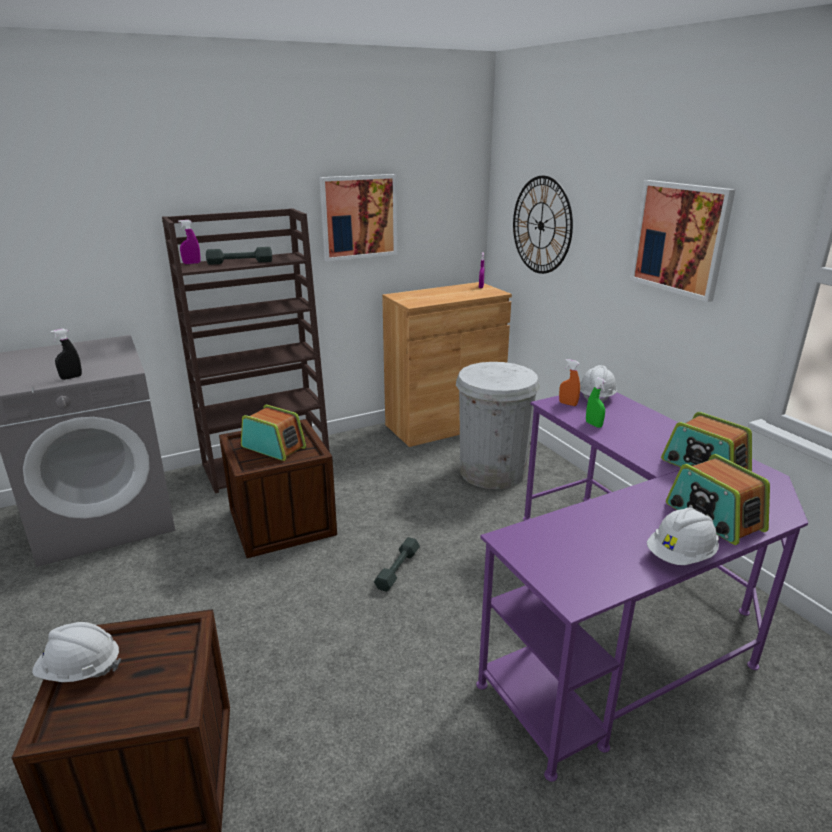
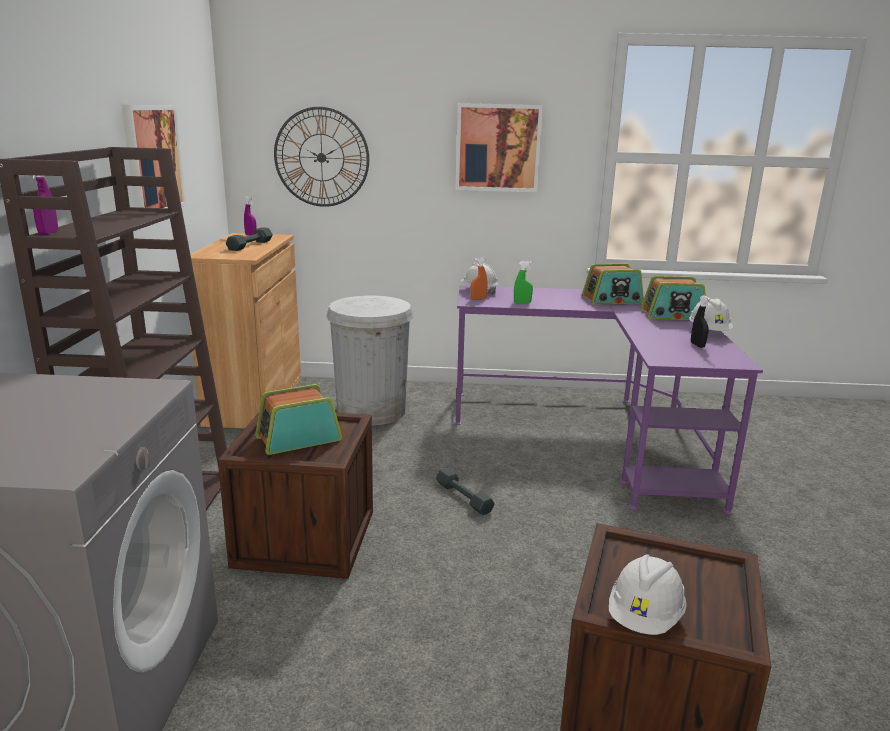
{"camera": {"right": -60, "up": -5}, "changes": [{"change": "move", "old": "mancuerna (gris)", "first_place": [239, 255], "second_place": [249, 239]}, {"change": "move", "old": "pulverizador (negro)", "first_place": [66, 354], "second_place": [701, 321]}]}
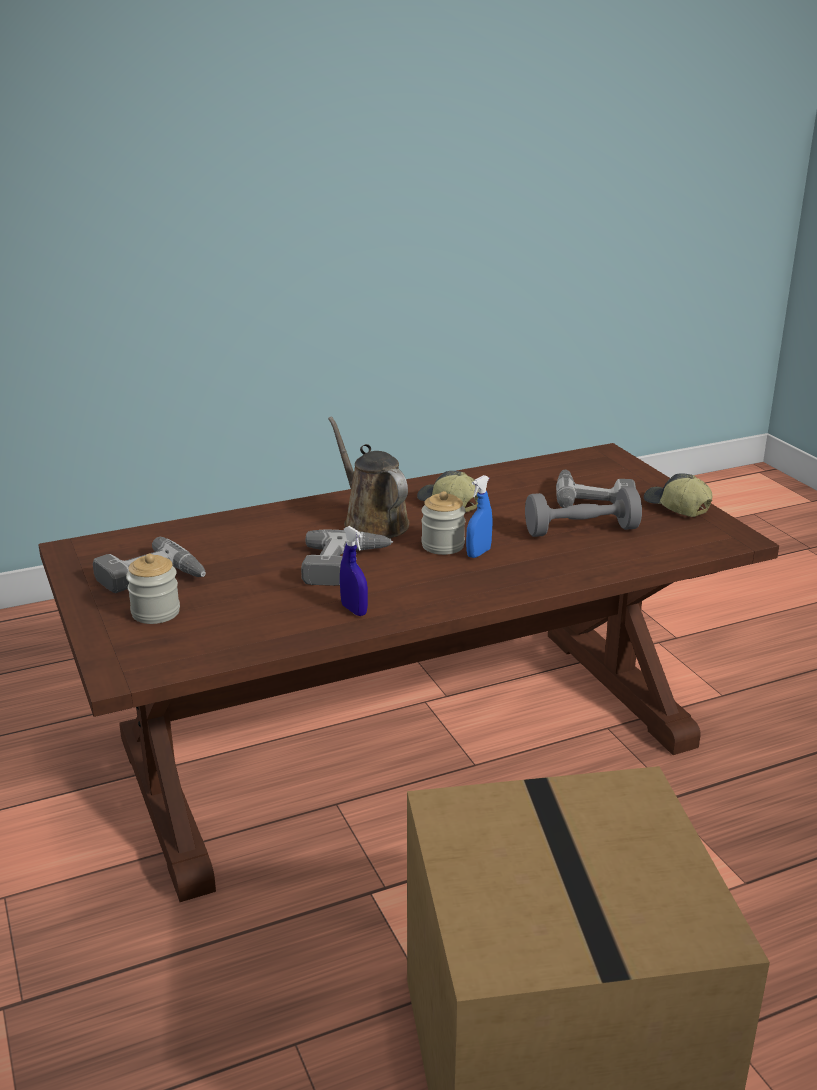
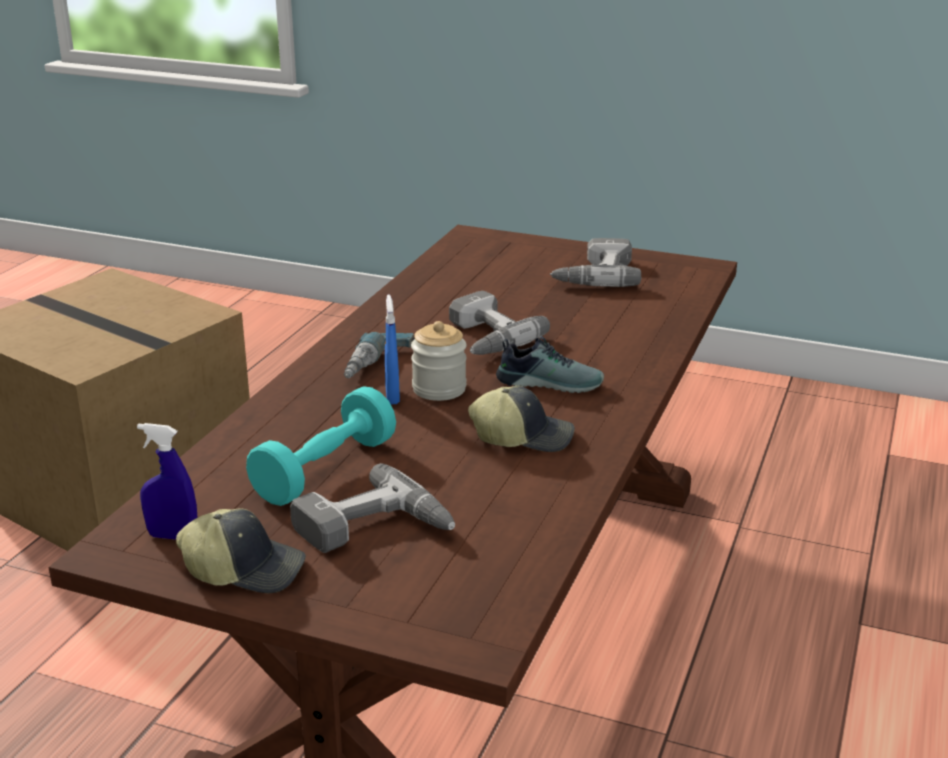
{"camera": {"right": 135, "up": 0}, "changes": [{"change": "move", "old": "pulverizador (azul)", "first_place": [354, 571], "second_place": [167, 481]}, {"change": "recolor", "old": "mancuerna (gris)", "new": "mancuerna (turquesa)", "first_place": [583, 512], "second_place": [321, 446]}, {"change": "insert", "new": "taladro", "second_place": [379, 355]}, {"change": "replace", "old": "regadera (marrón)", "new": "zapato", "first_place": [368, 477], "second_place": [550, 364]}, {"change": "delete", "old": "tarro", "first_place": [153, 589]}]}
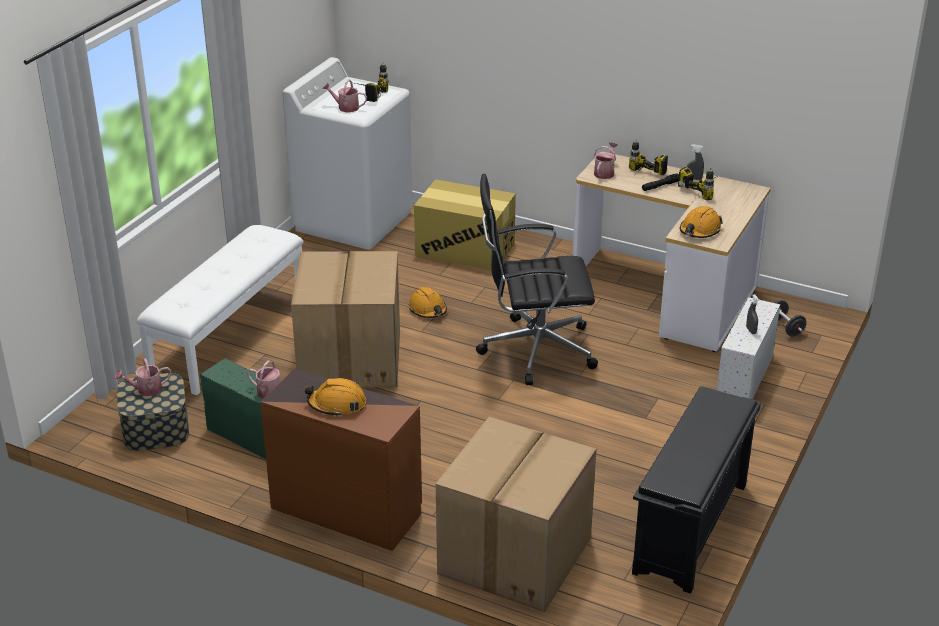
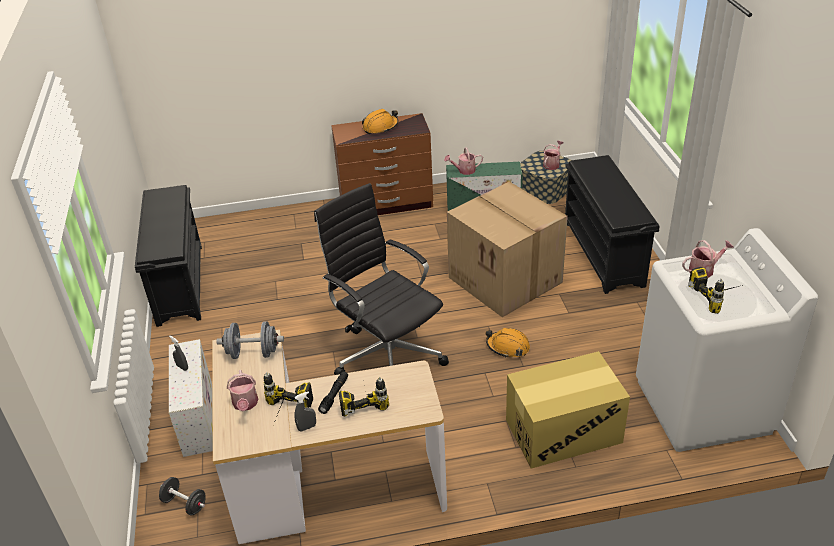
{"camera": {"right": 145, "up": 5}, "changes": [{"change": "replace", "old": "casco (naranja)", "new": "mancuerna (gris)", "first_place": [701, 222], "second_place": [250, 340]}, {"change": "move", "old": "regadera", "first_place": [606, 160], "second_place": [242, 390]}, {"change": "rotate", "old": "silla de oficina (negro)", "first_place": [537, 279], "second_place": [381, 279], "degrees": -90}, {"change": "replace", "old": "banco (blanco)", "new": "zapatero (negro)", "first_place": [220, 310], "second_place": [612, 224]}, {"change": "delete", "old": "caja de cartón", "first_place": [516, 514]}]}
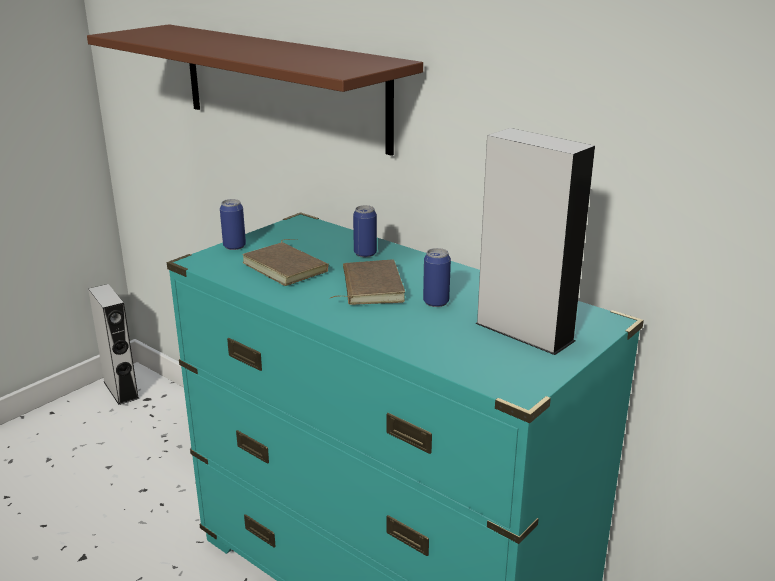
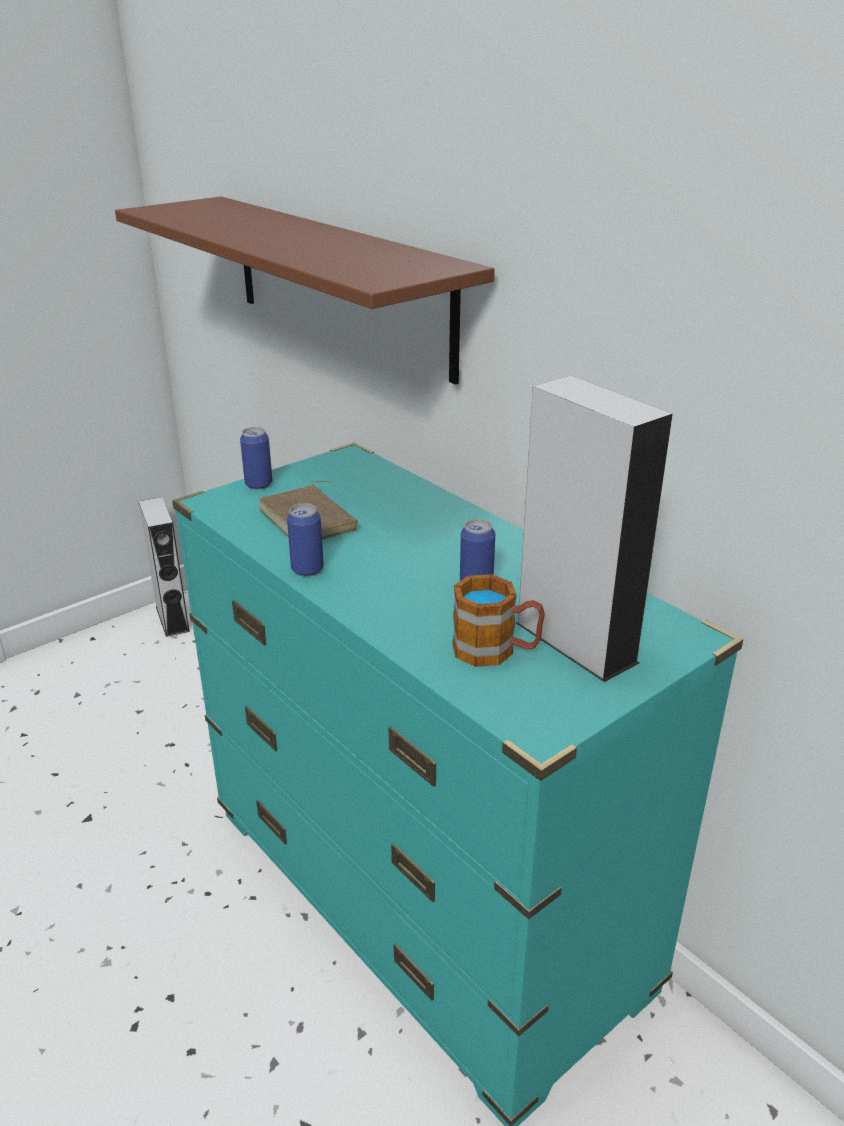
{"camera": {"right": 10, "up": 5}, "changes": [{"change": "move", "old": "lata", "first_place": [365, 231], "second_place": [305, 539]}, {"change": "insert", "new": "taza grande", "second_place": [498, 620]}, {"change": "delete", "old": "libro (marrón)", "first_place": [368, 282]}]}
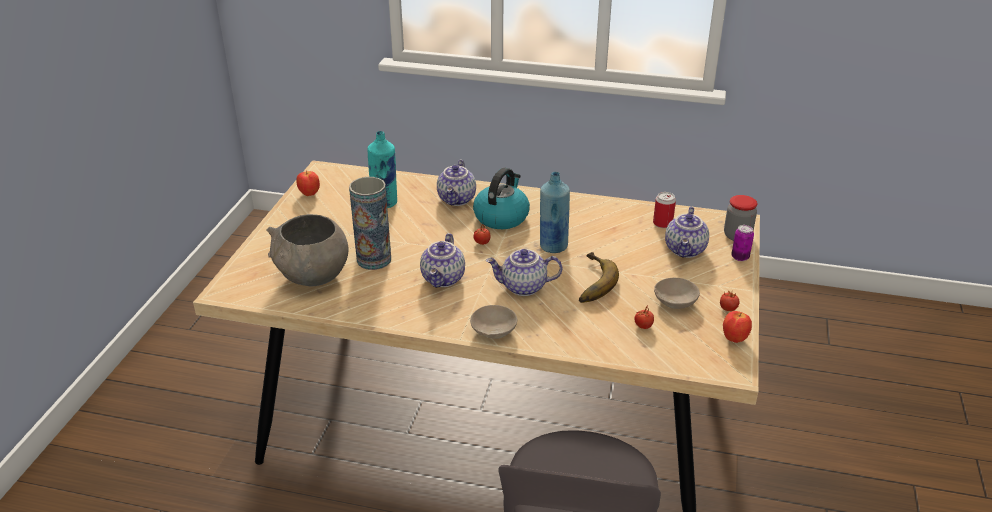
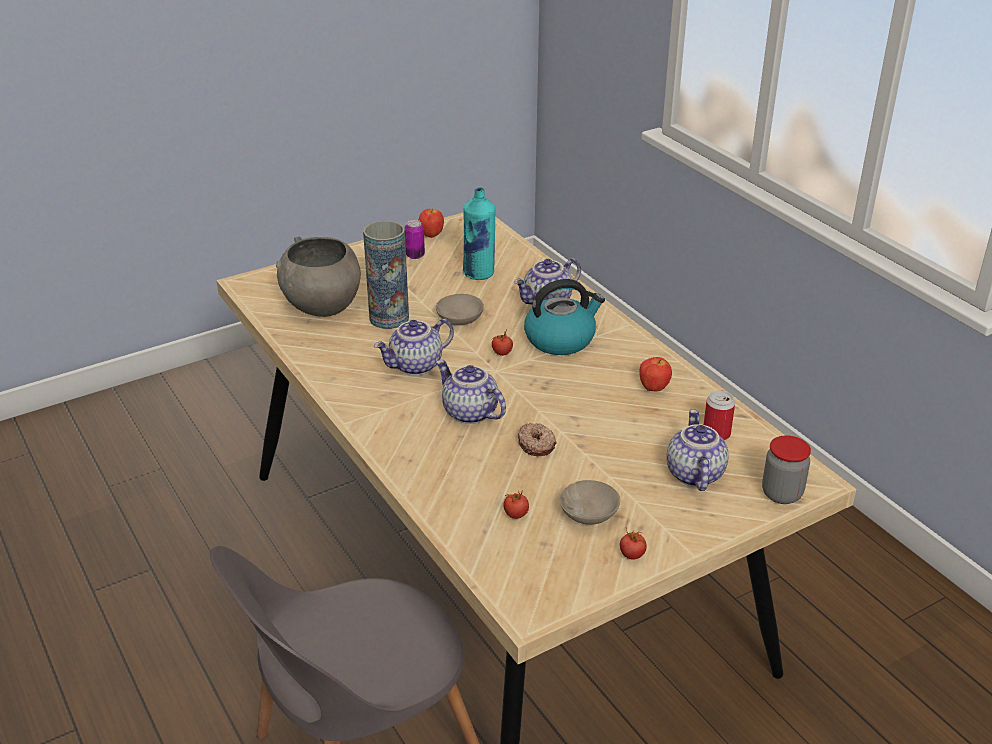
{"camera": {"right": 45, "up": 0}, "changes": [{"change": "move", "old": "lata", "first_place": [742, 243], "second_place": [415, 239]}, {"change": "move", "old": "cuenco (beis)", "first_place": [493, 322], "second_place": [460, 309]}, {"change": "replace", "old": "plátano", "new": "rosquilla", "first_place": [599, 277], "second_place": [537, 439]}, {"change": "move", "old": "manzana", "first_place": [737, 327], "second_place": [655, 374]}, {"change": "rotate", "old": "tetera", "first_place": [687, 232], "second_place": [698, 450], "degrees": 120}, {"change": "delete", "old": "botella (azul)", "first_place": [555, 212]}]}
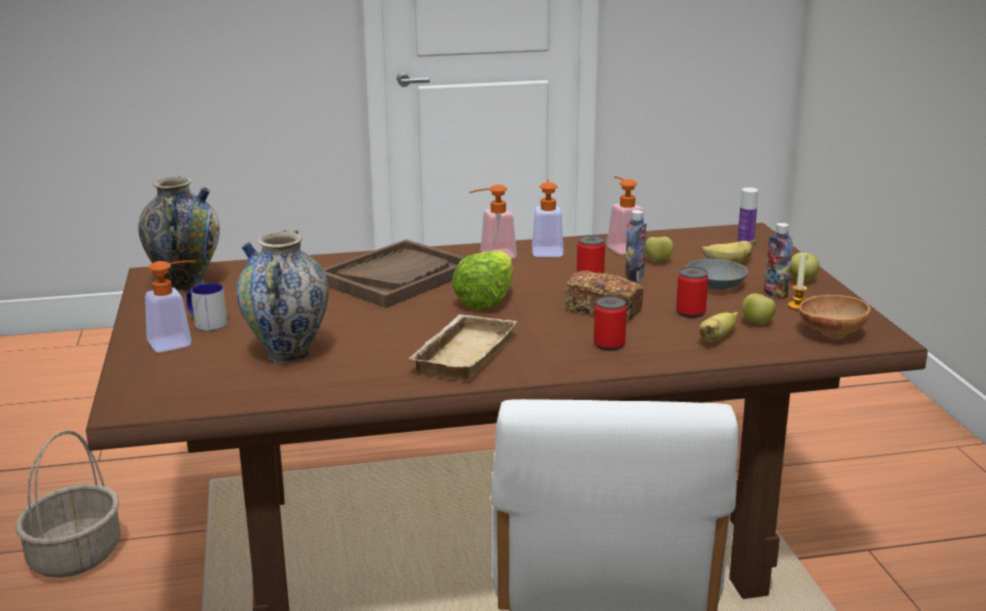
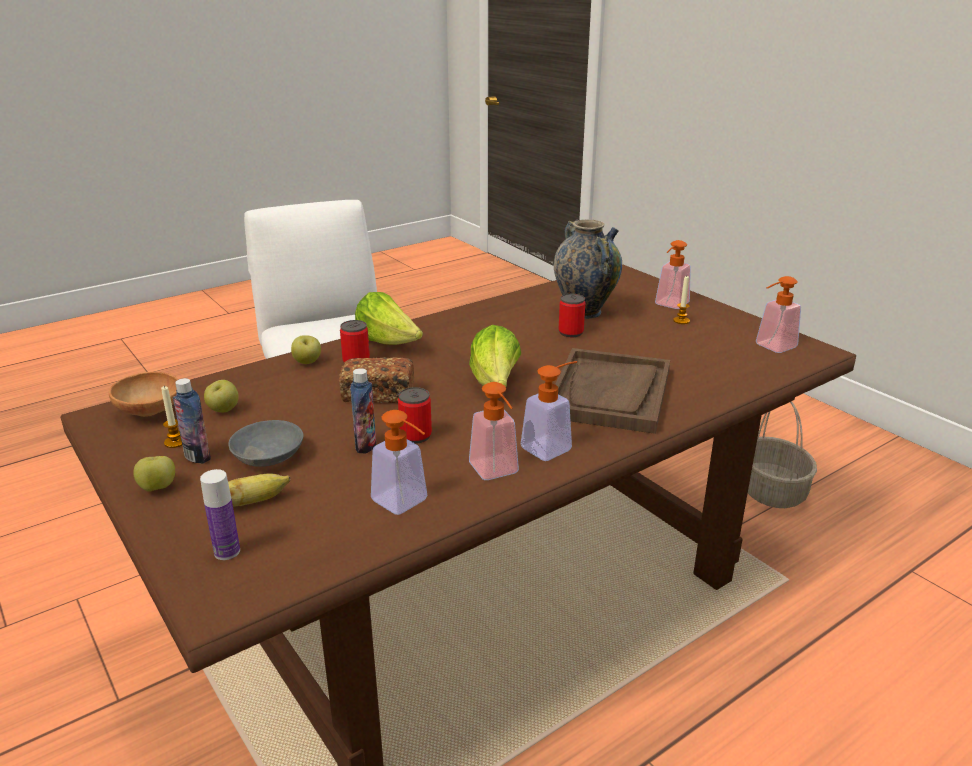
{"camera": {"right": 155, "up": 5}, "changes": [{"change": "move", "old": "manzana", "first_place": [659, 249], "second_place": [306, 349]}, {"change": "insert", "new": "lechuga", "second_place": [389, 318]}, {"change": "move", "old": "lata", "first_place": [692, 292], "second_place": [572, 315]}, {"change": "replace", "old": "taza grande", "new": "vela", "first_place": [206, 307], "second_place": [681, 300]}, {"change": "replace", "old": "florero", "new": "dispensador de jabón", "first_place": [179, 233], "second_place": [778, 314]}, {"change": "delete", "old": "bandeja (beis)", "first_place": [462, 347]}, {"change": "delete", "old": "plátano", "first_place": [718, 327]}]}
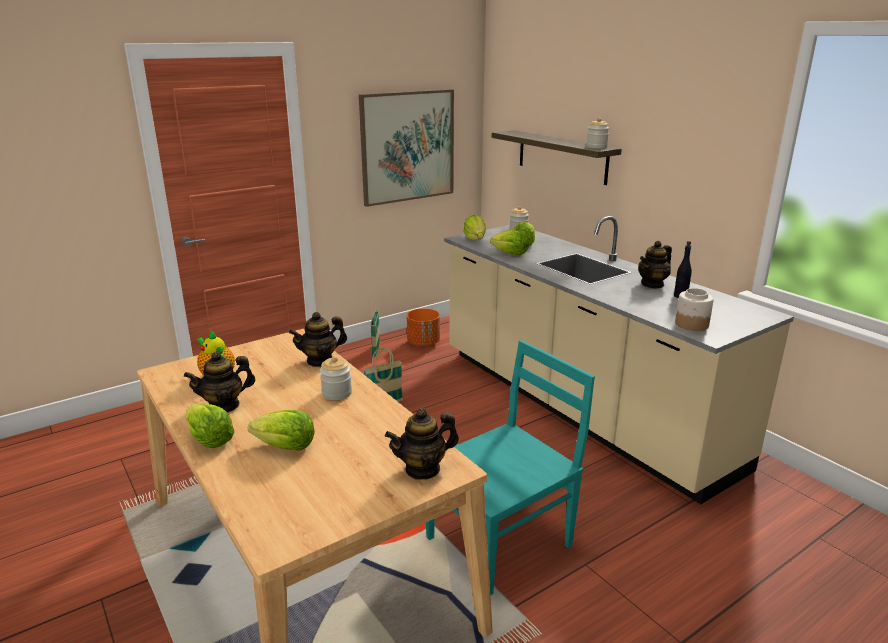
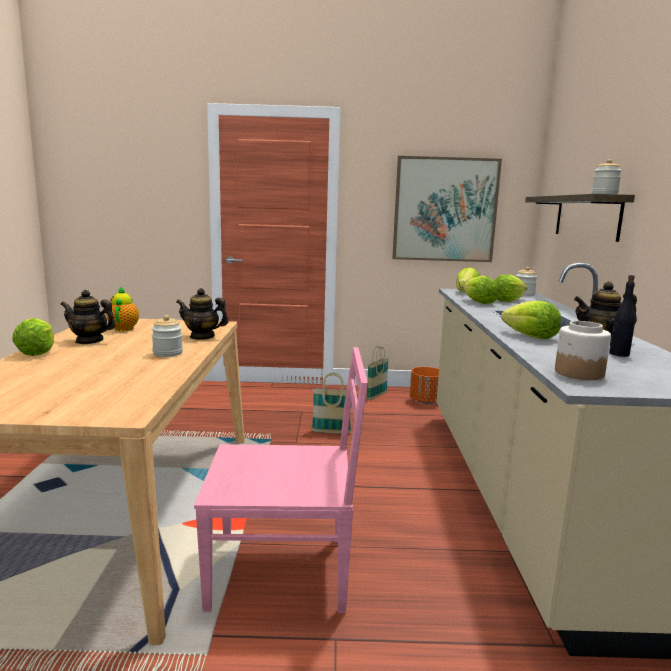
{"camera": {"right": 35, "up": -10}, "changes": [{"change": "recolor", "old": "silla (turquesa)", "new": "silla (rosa)", "first_place": [510, 467], "second_place": [281, 480]}, {"change": "move", "old": "lechuga", "first_place": [281, 430], "second_place": [531, 319]}, {"change": "delete", "old": "tetera", "first_place": [422, 444]}]}
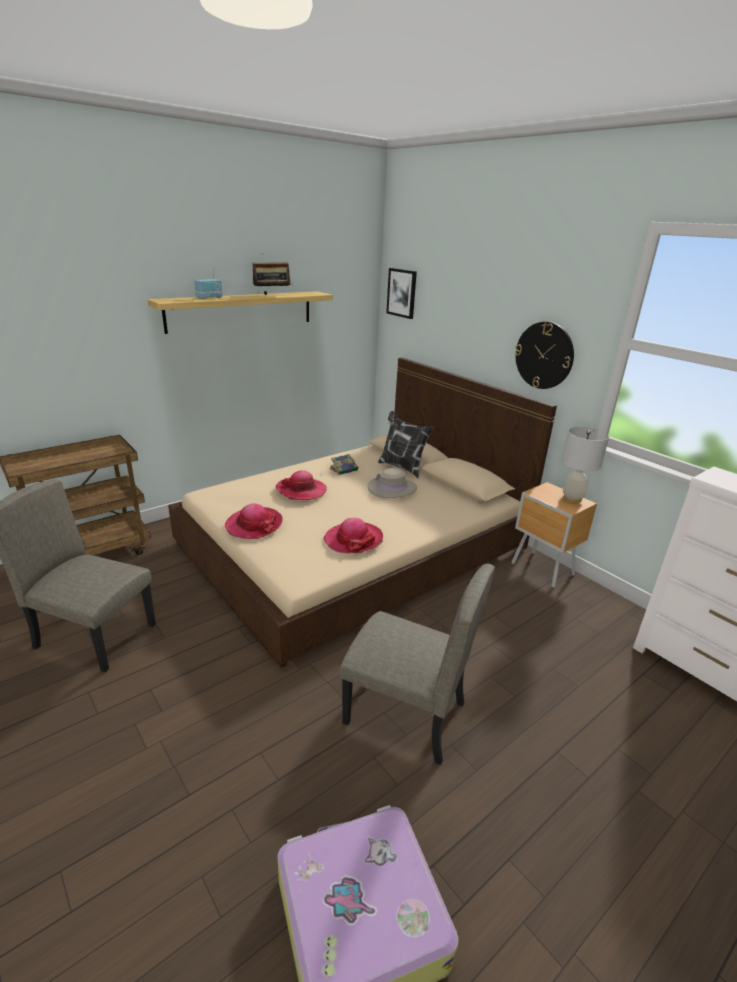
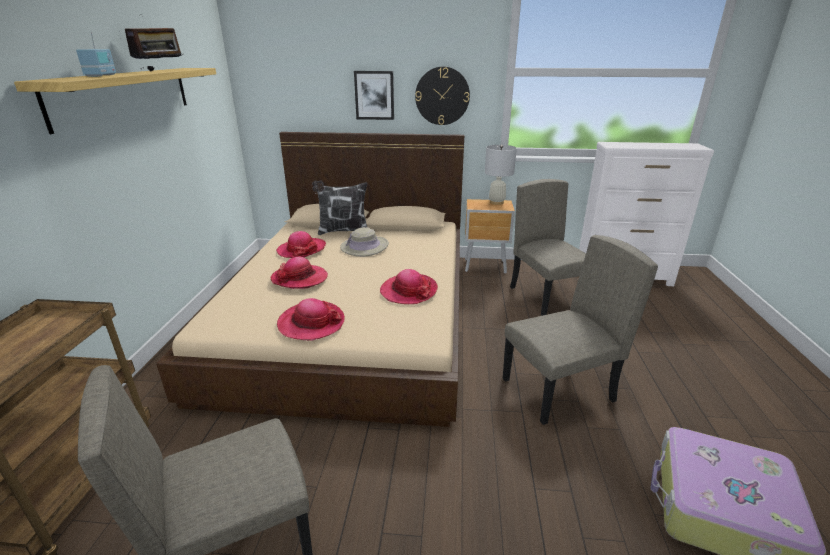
{"camera": {"right": -45, "up": 0}, "changes": [{"change": "replace", "old": "libro", "new": "sombrero", "first_place": [344, 464], "second_place": [301, 244]}, {"change": "move", "old": "cuadro", "first_place": [401, 293], "second_place": [374, 95]}, {"change": "insert", "new": "silla (beis)", "second_place": [548, 247]}]}
